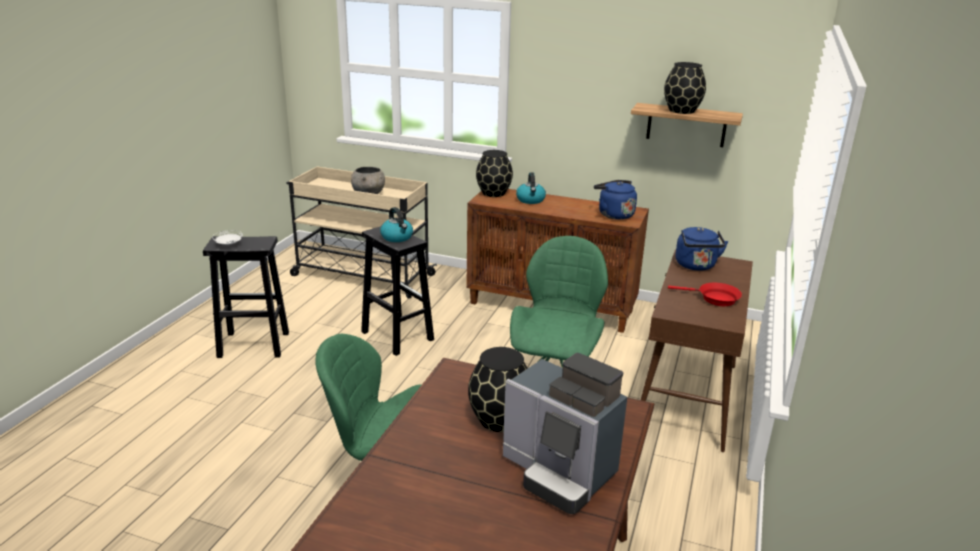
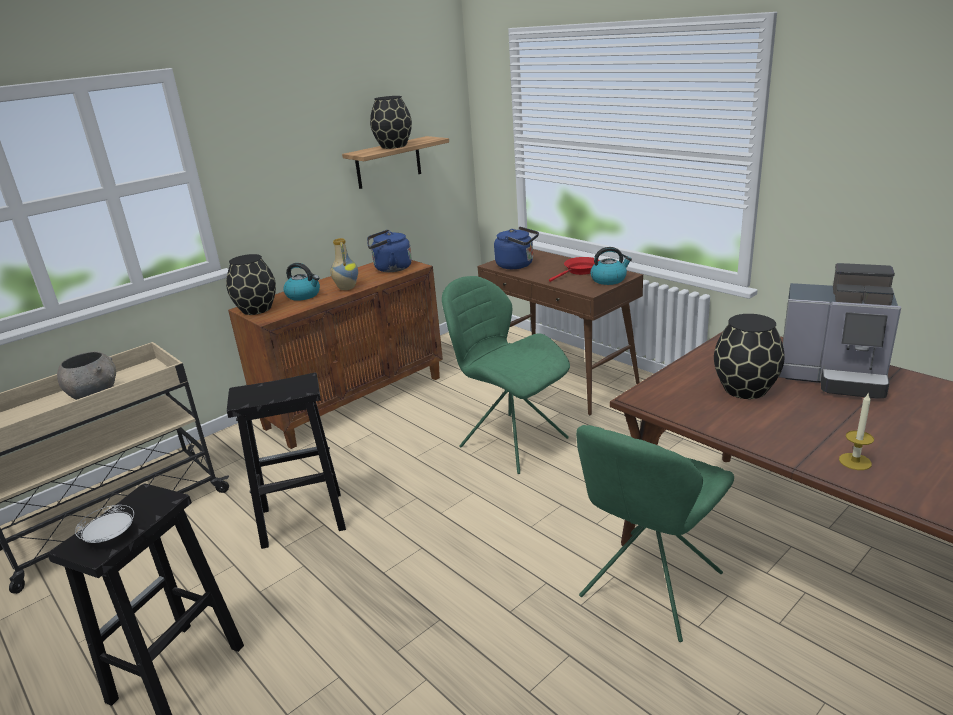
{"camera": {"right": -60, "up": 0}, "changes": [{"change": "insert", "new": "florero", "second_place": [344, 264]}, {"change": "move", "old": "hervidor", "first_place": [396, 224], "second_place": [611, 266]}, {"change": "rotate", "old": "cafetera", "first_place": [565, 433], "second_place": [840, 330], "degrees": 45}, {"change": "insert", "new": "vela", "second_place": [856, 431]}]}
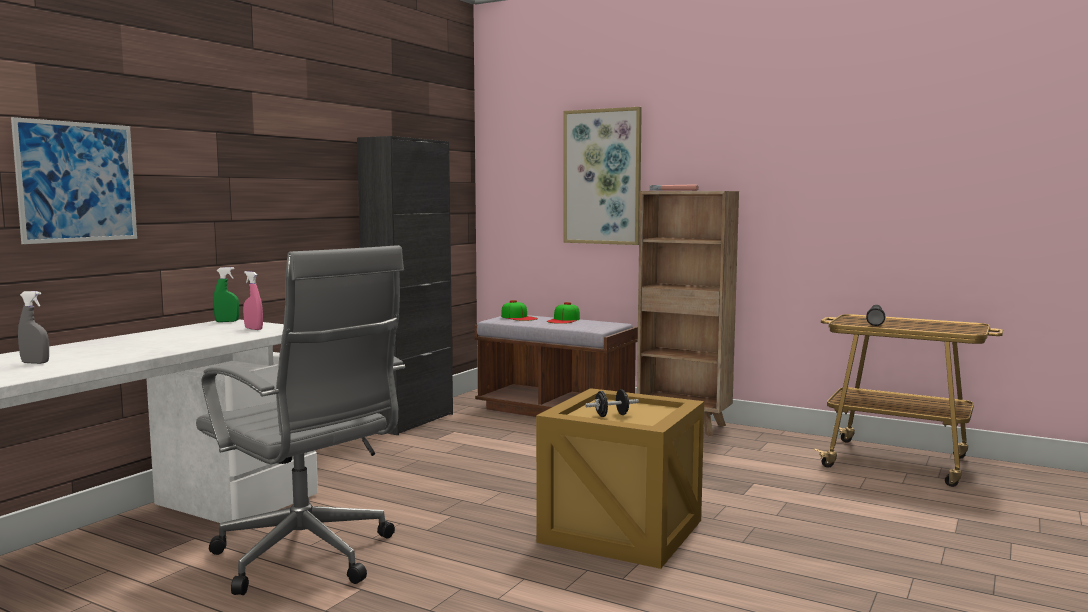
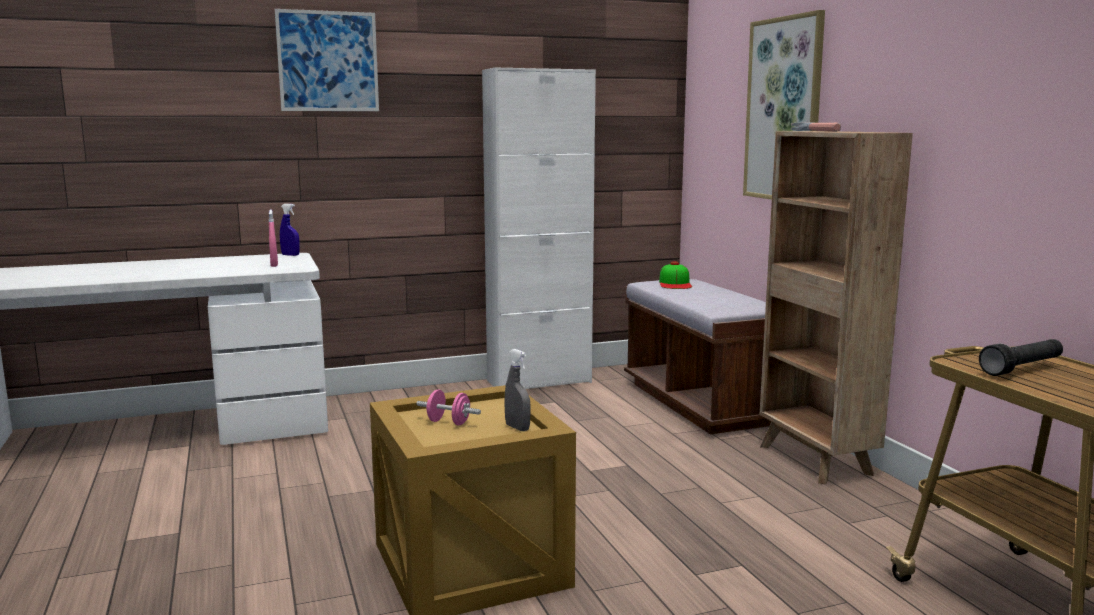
{"camera": {"right": 40, "up": 5}, "changes": [{"change": "move", "old": "cuadro", "first_place": [74, 180], "second_place": [327, 60]}, {"change": "recolor", "old": "pulverizador (verde)", "new": "pulverizador (azul)", "first_place": [226, 294], "second_place": [290, 230]}, {"change": "recolor", "old": "mancuerna (negro)", "new": "mancuerna (rosa)", "first_place": [612, 403], "second_place": [448, 407]}, {"change": "recolor", "old": "armario (negro)", "new": "armario (blanco)", "first_place": [405, 285], "second_place": [539, 228]}, {"change": "move", "old": "pulverizador (gris)", "first_place": [33, 327], "second_place": [518, 390]}, {"change": "delete", "old": "silla de oficina (gris)", "first_place": [300, 420]}, {"change": "delete", "old": "gorra", "first_place": [563, 313]}]}
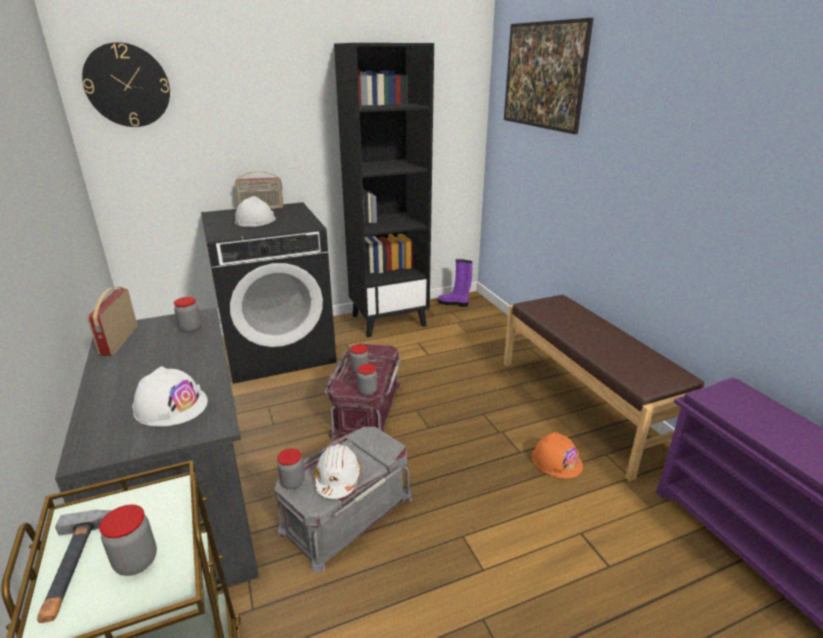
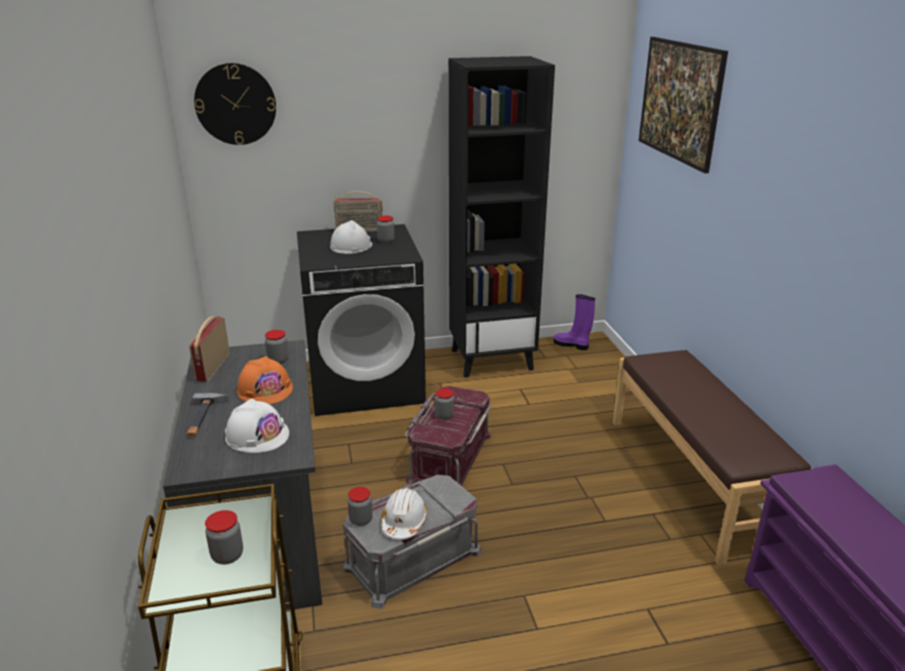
{"camera": {"right": 10, "up": 0}, "changes": [{"change": "move", "old": "martillo", "first_place": [74, 566], "second_place": [208, 415]}, {"change": "move", "old": "casco (naranja)", "first_place": [557, 455], "second_place": [265, 380]}, {"change": "move", "old": "tarro", "first_place": [367, 380], "second_place": [386, 229]}]}
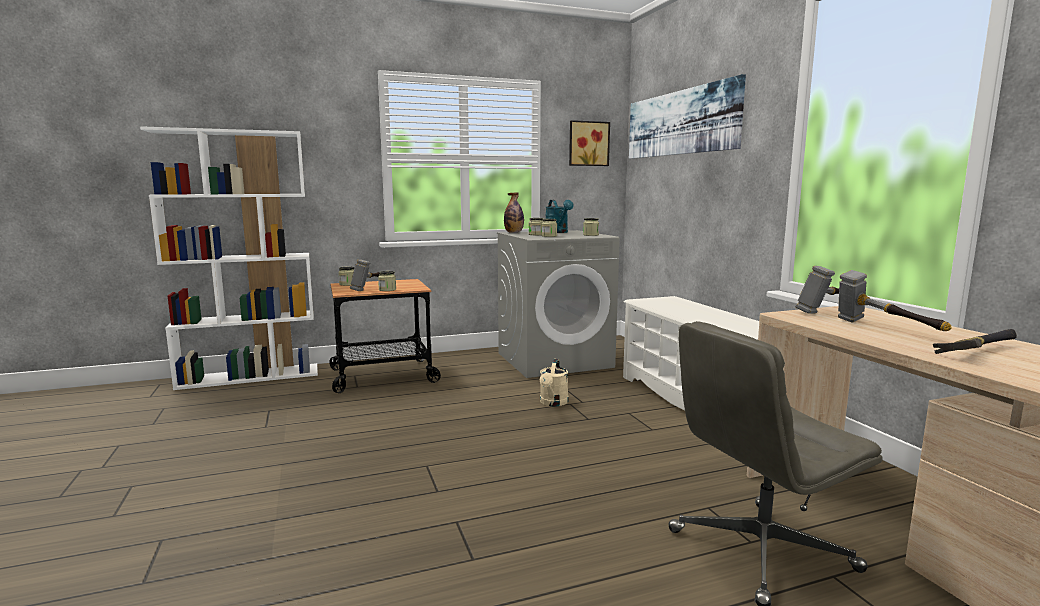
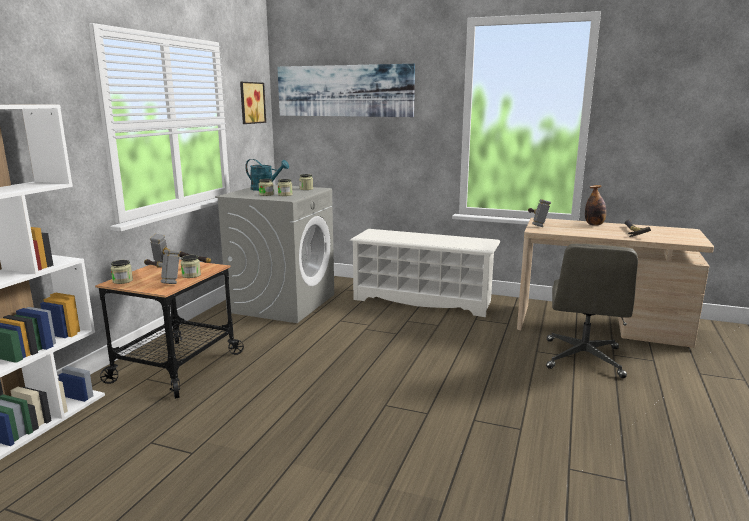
{"camera": {"right": -50, "up": 5}, "changes": [{"change": "move", "old": "martillo", "first_place": [895, 300], "second_place": [180, 248]}, {"change": "move", "old": "botella", "first_place": [514, 212], "second_place": [595, 205]}, {"change": "delete", "old": "regadera (beis)", "first_place": [554, 382]}]}
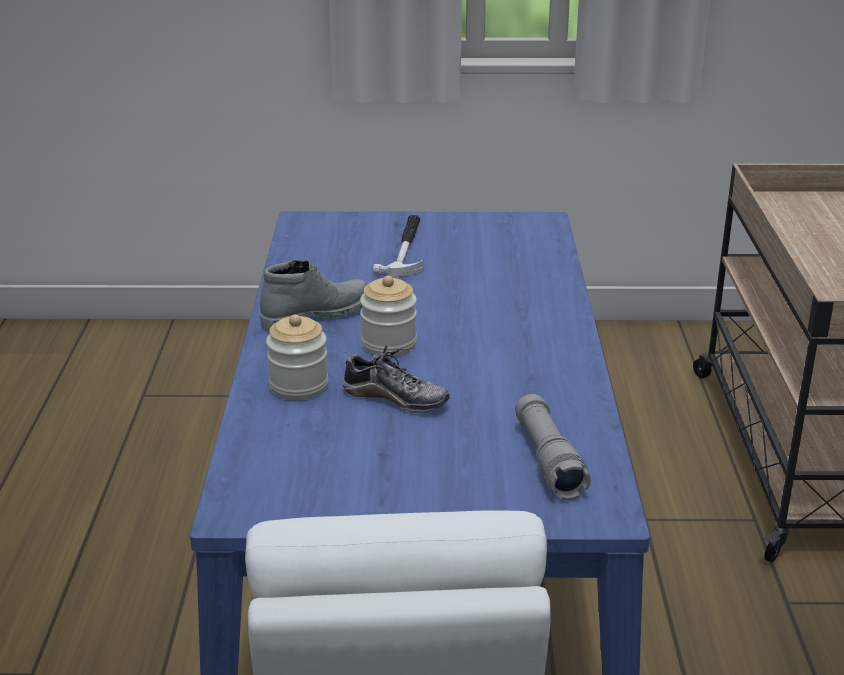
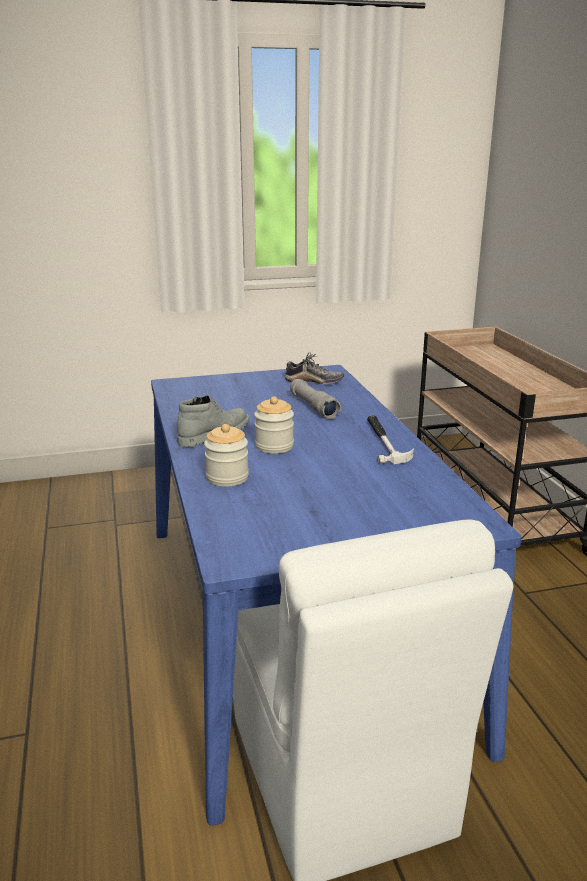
{"camera": {"right": -15, "up": -5}, "changes": [{"change": "move", "old": "zapato", "first_place": [396, 379], "second_place": [314, 368]}, {"change": "move", "old": "linterna (gris)", "first_place": [553, 447], "second_place": [315, 399]}, {"change": "move", "old": "martillo", "first_place": [398, 246], "second_place": [390, 439]}]}
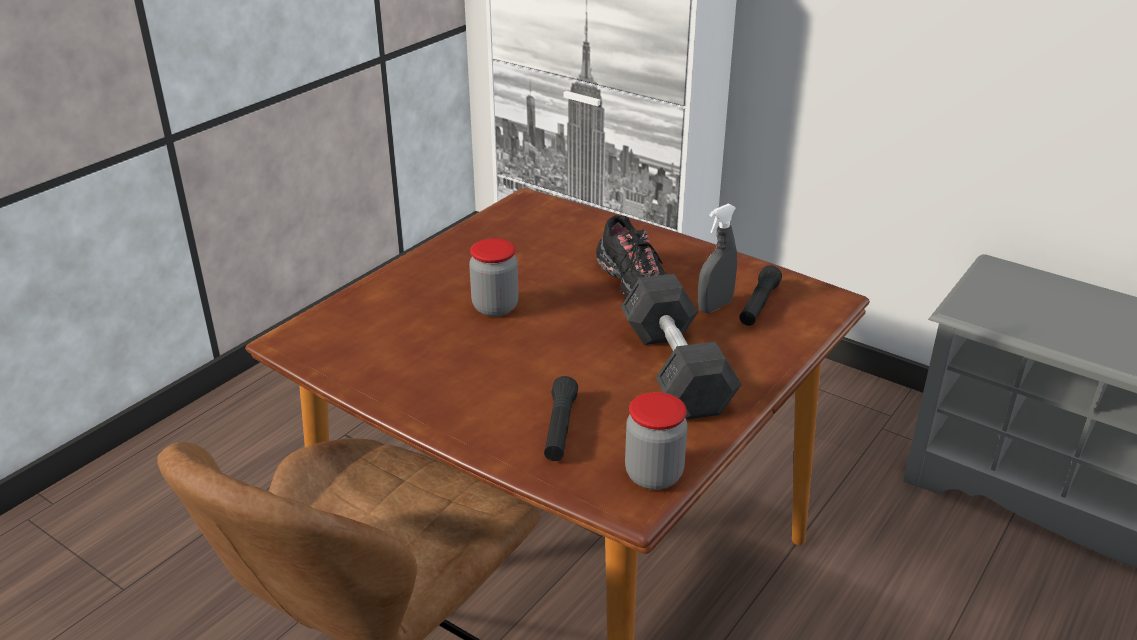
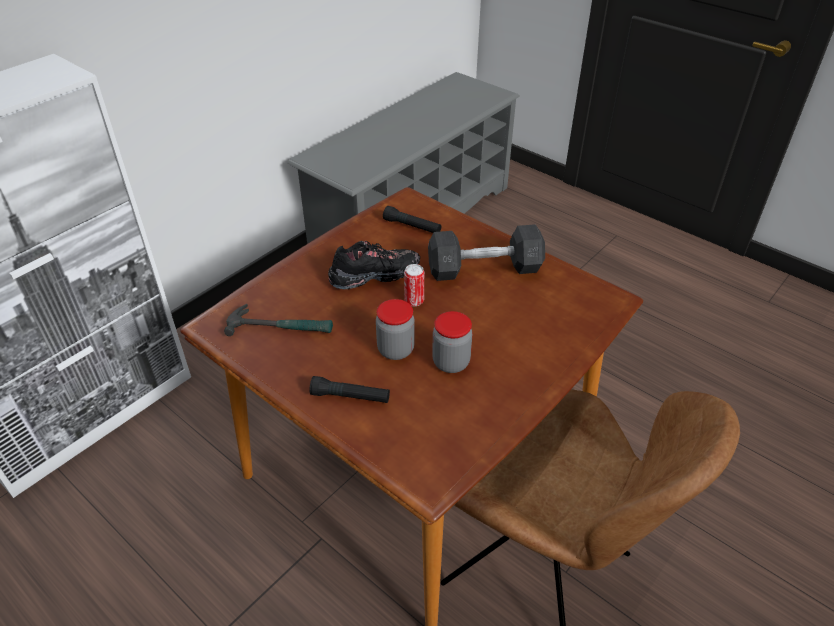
{"camera": {"right": -85, "up": 10}, "changes": [{"change": "insert", "new": "martillo", "second_place": [278, 320]}, {"change": "move", "old": "linterna (negro)", "first_place": [561, 418], "second_place": [349, 389]}, {"change": "insert", "new": "lata", "second_place": [414, 285]}, {"change": "move", "old": "tarro", "first_place": [656, 441], "second_place": [452, 342]}, {"change": "delete", "old": "pulverizador (gris)", "first_place": [717, 258]}]}
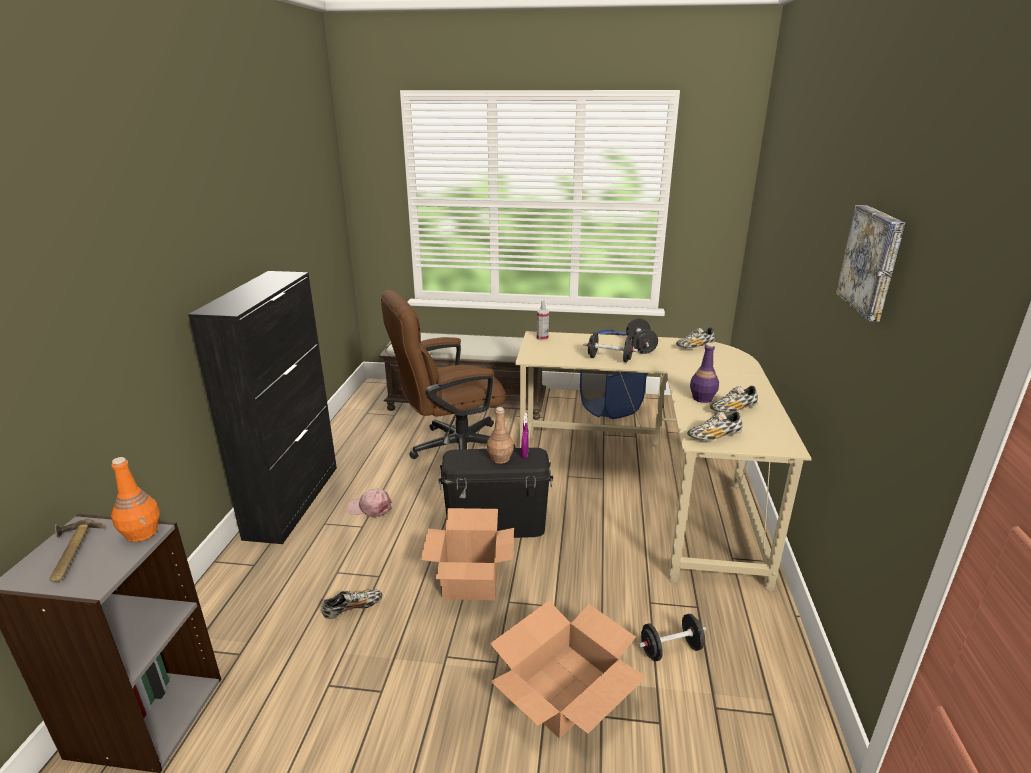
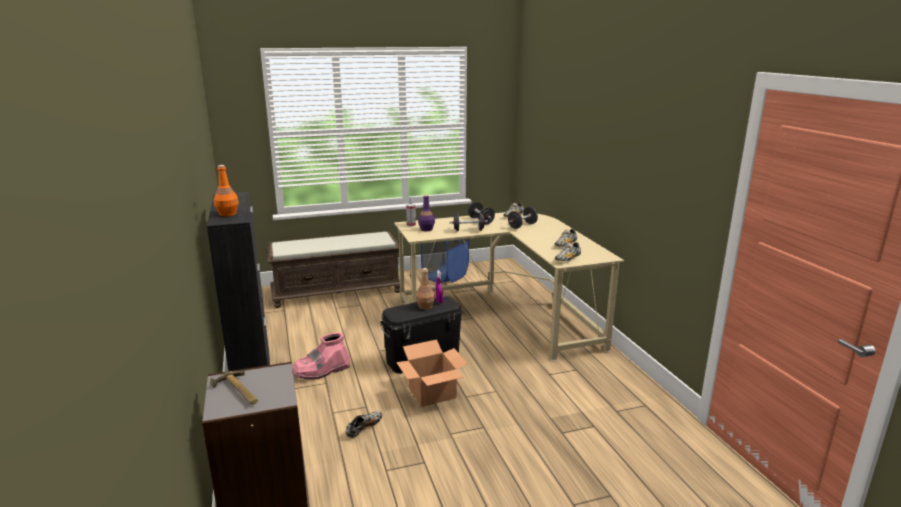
{"camera": {"right": -25, "up": -5}, "changes": [{"change": "move", "old": "botella (naranja)", "first_place": [135, 499], "second_place": [226, 190]}, {"change": "replace", "old": "gorra (rosa)", "new": "bota (rosa)", "first_place": [369, 503], "second_place": [321, 356]}, {"change": "move", "old": "botella (morado)", "first_place": [704, 373], "second_place": [426, 212]}, {"change": "move", "old": "mancuerna (negro)", "first_place": [672, 637], "second_place": [523, 218]}, {"change": "delete", "old": "silla de oficina (marrón)", "first_place": [448, 374]}, {"change": "delete", "old": "caja de cartón", "first_place": [568, 669]}, {"change": "delete", "old": "cuadro", "first_place": [870, 263]}]}
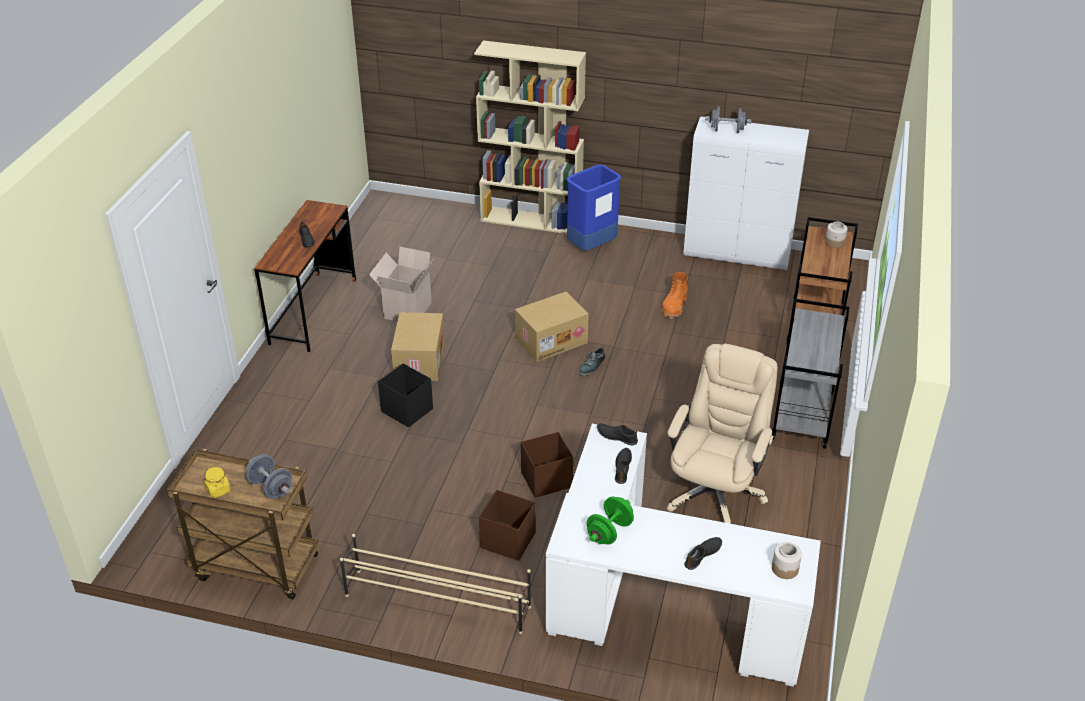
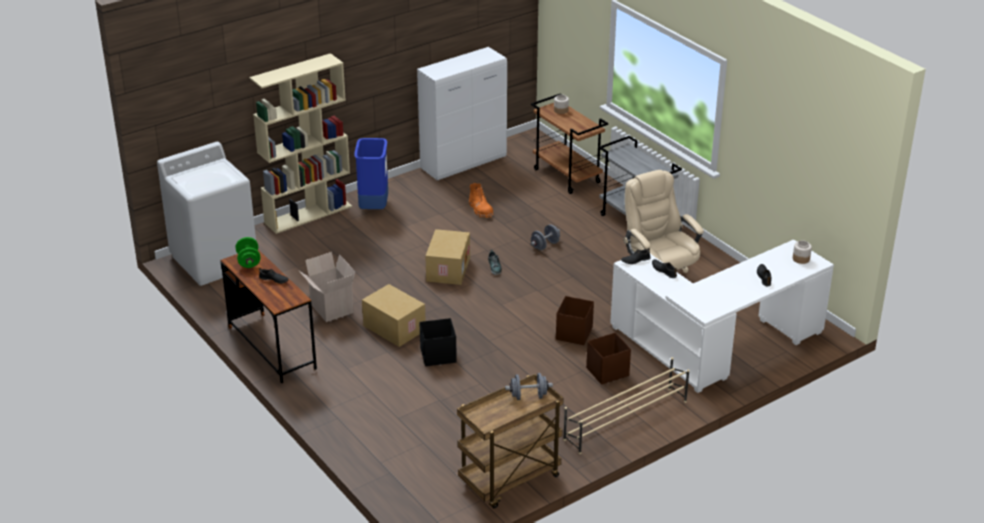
{"camera": {"right": -50, "up": -5}, "changes": [{"change": "insert", "new": "lavadora (blanco)", "second_place": [206, 214]}, {"change": "move", "old": "mancuerna (verde)", "first_place": [610, 520], "second_place": [248, 252]}, {"change": "move", "old": "mancuerna (gris)", "first_place": [728, 119], "second_place": [545, 237]}, {"change": "delete", "old": "tarro (amarillo)", "first_place": [217, 482]}]}
